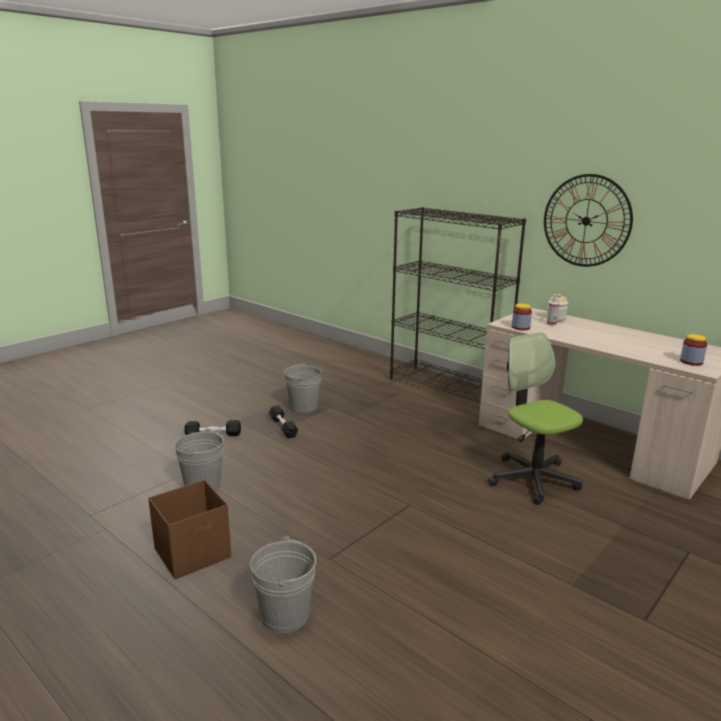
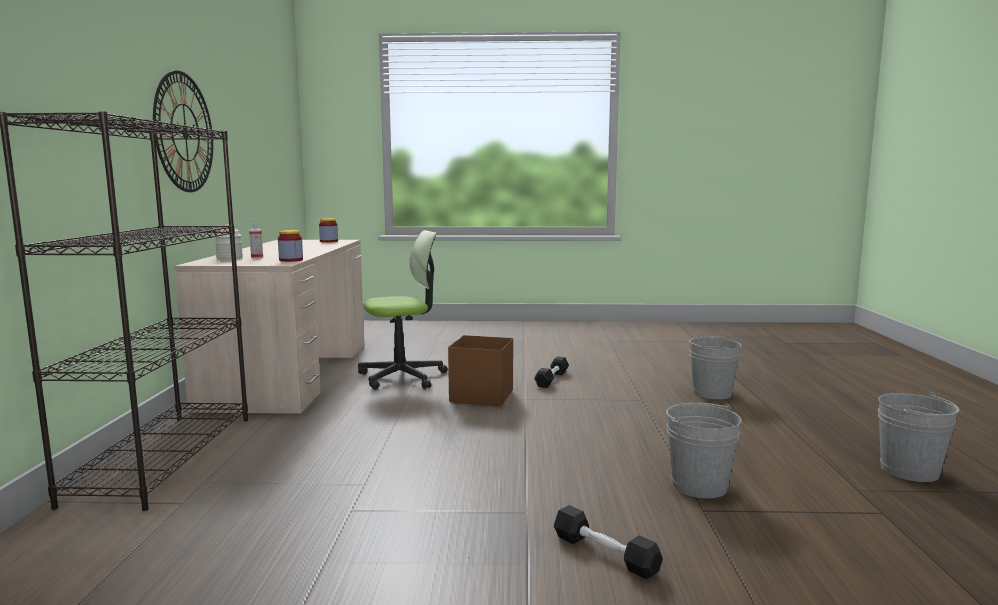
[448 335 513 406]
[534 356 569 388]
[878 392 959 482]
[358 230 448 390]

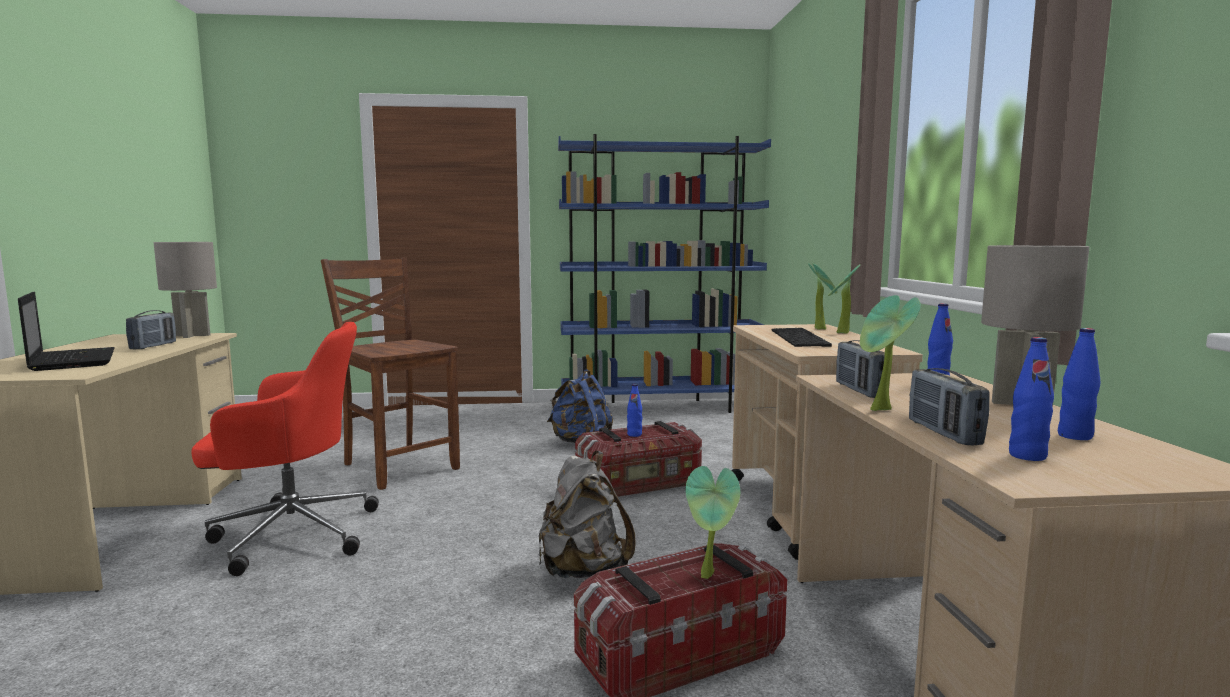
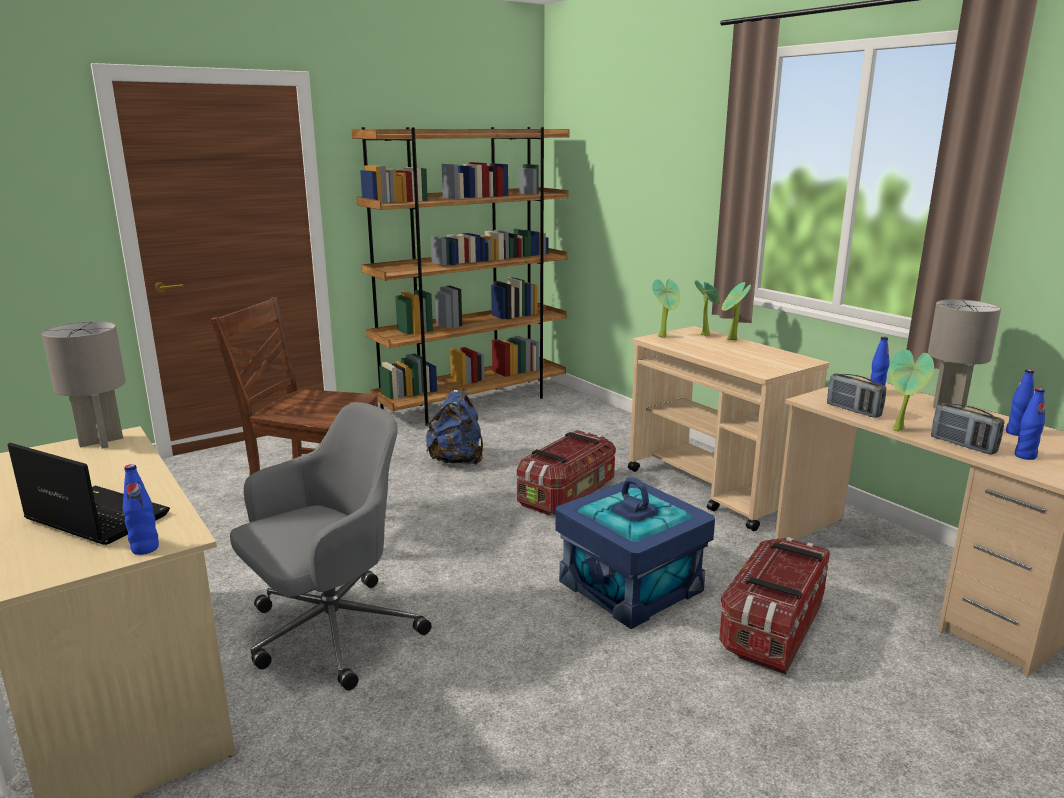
[126 310 176 349] (first image)
[230 402 432 691]
[555 477 715 629]
[352 127 570 426]
[123 464 159 555]
[652 279 680 338]
[771 328 832 347] (first image)

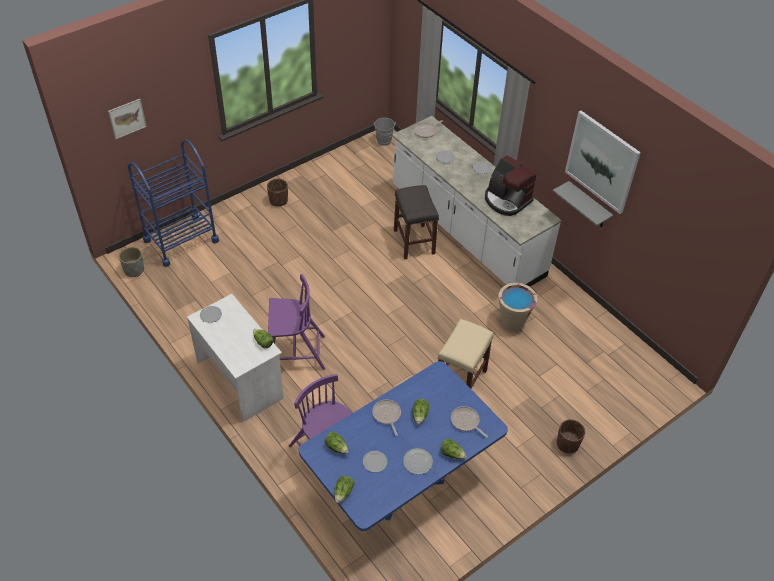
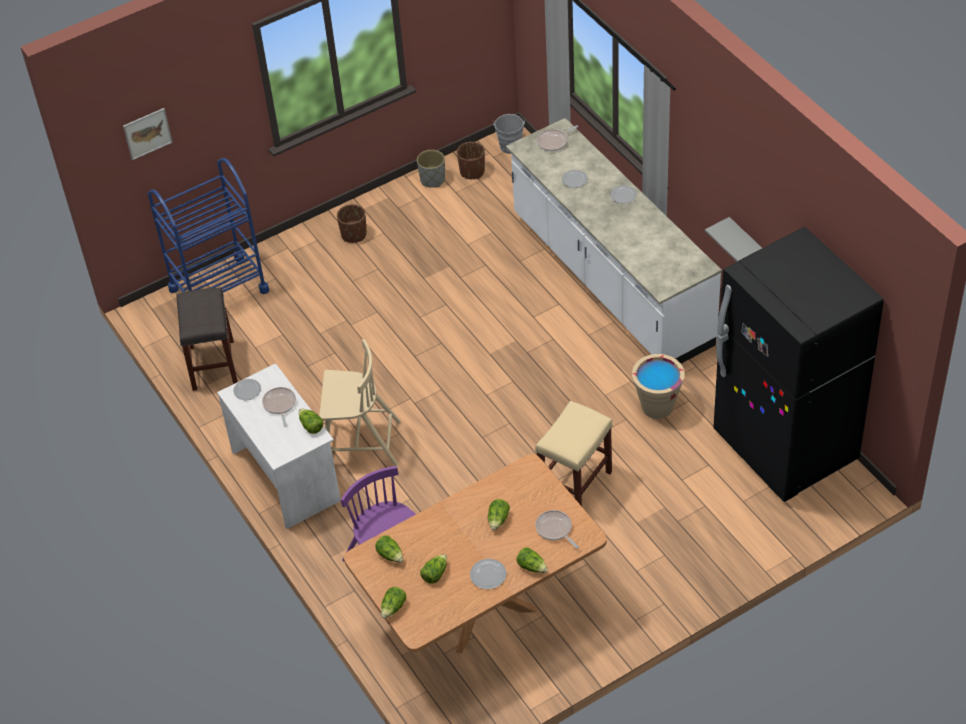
[417 150 445 188]
[319 339 401 466]
[344 454 607 653]
[420 554 447 584]
[262 387 296 426]
[176 287 238 391]
[485 155 536 216] (first image)
[457 142 485 179]
[565 111 641 214] (first image)
[713 227 884 502]

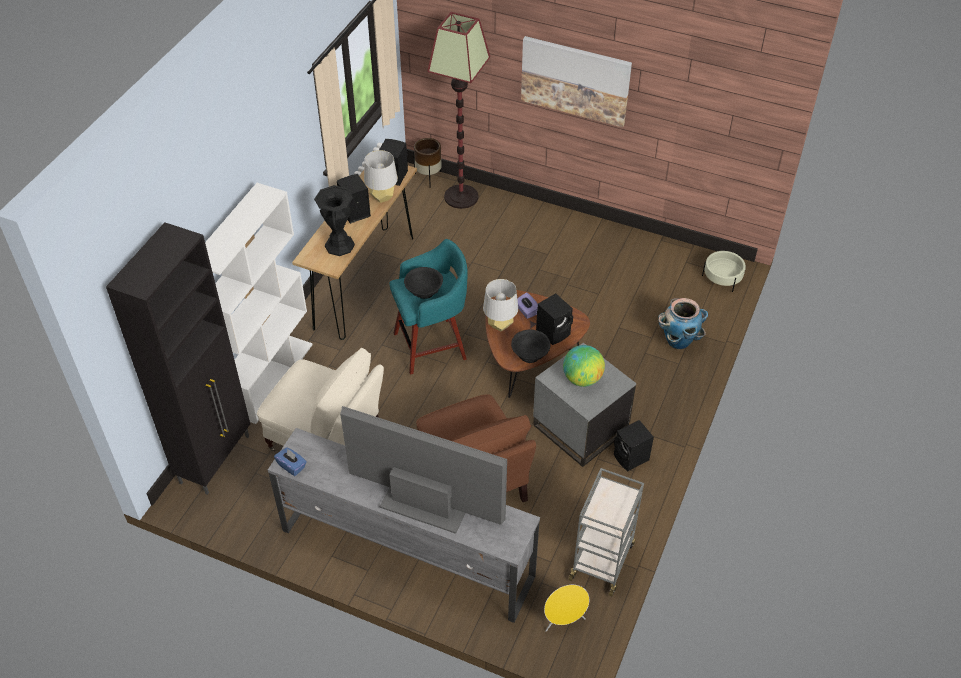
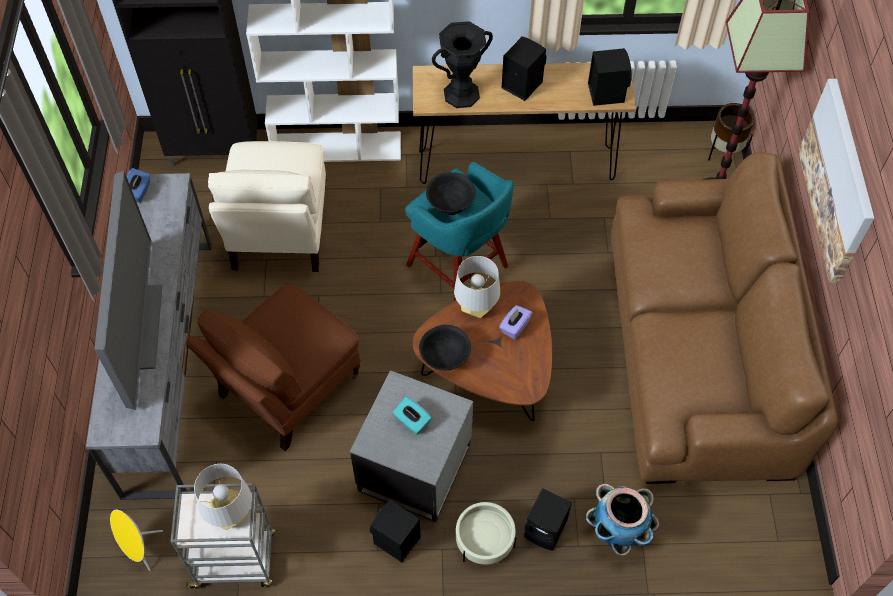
[194 464 252 530]
[524 488 572 551]
[393 396 432 435]
[456 501 517 565]
[611 152 838 484]

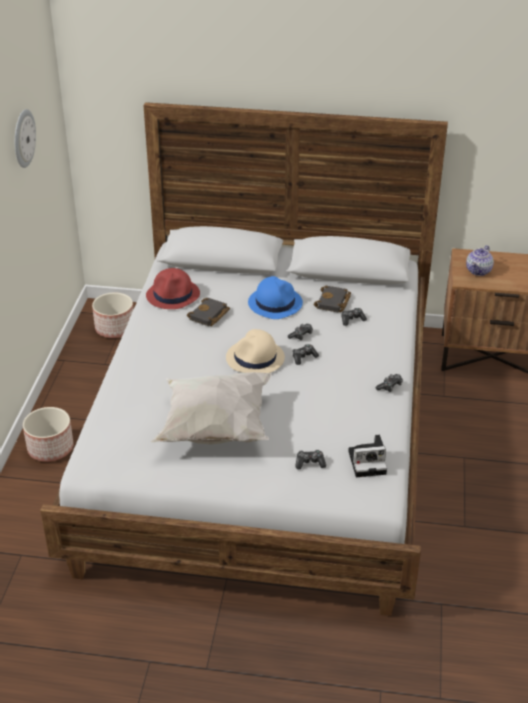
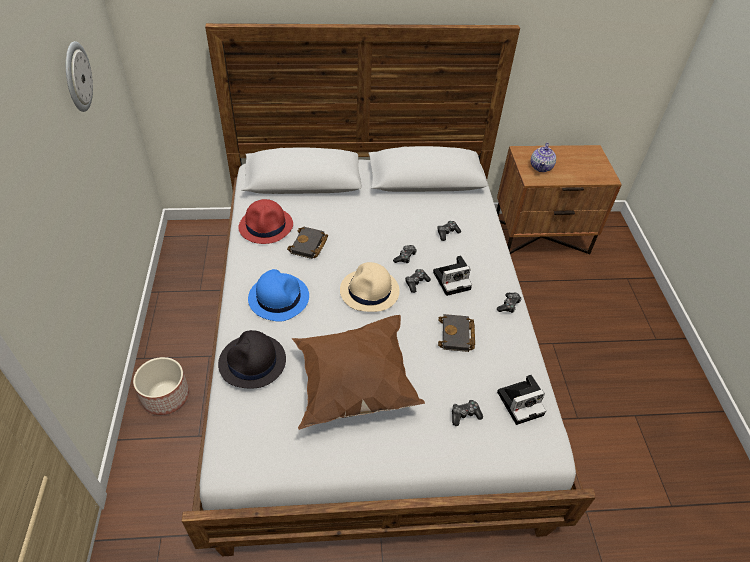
[92 292 133 338] (first image)
[292 315 425 430]
[248 269 309 322]
[438 314 475 352]
[218 330 286 388]
[433 255 472 296]

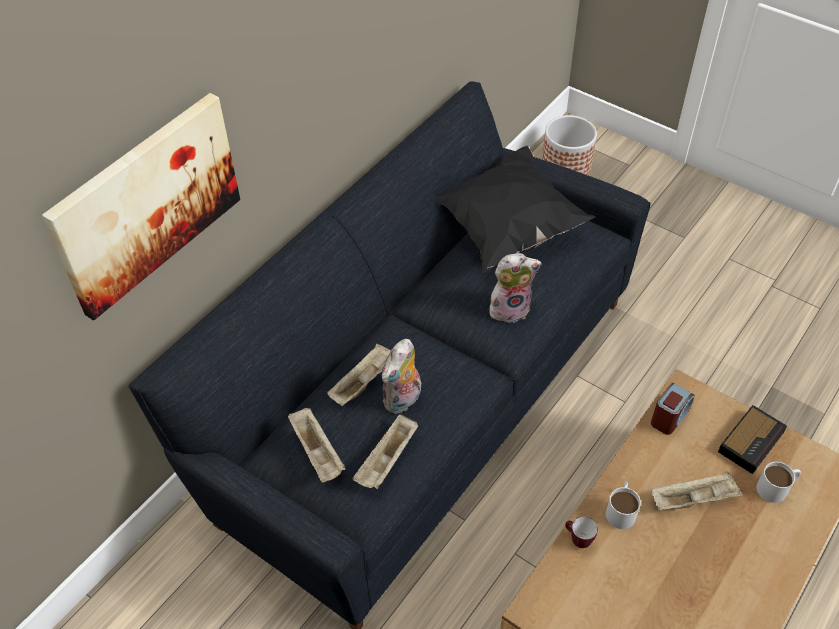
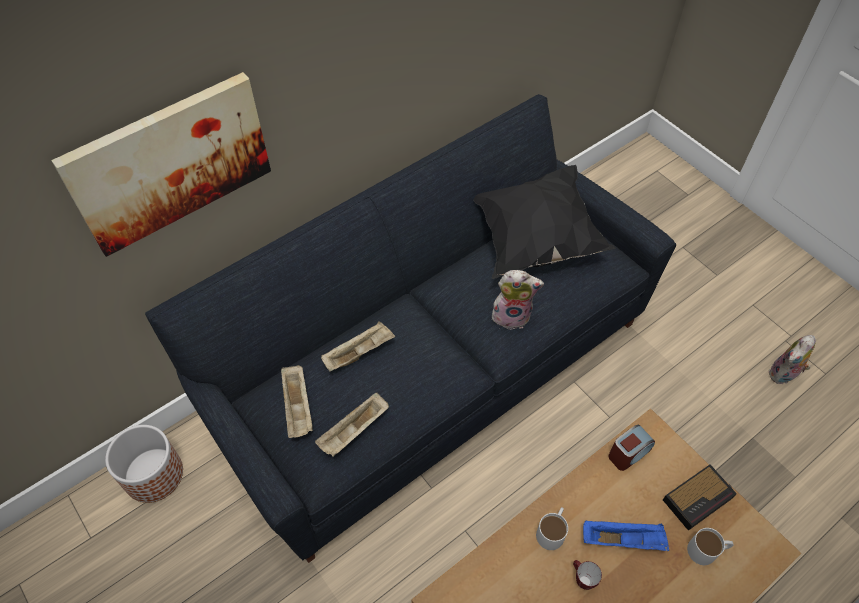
[768 335 816 384]
[105 425 183 503]
[573 560 602 590]
[583 520 669 551]

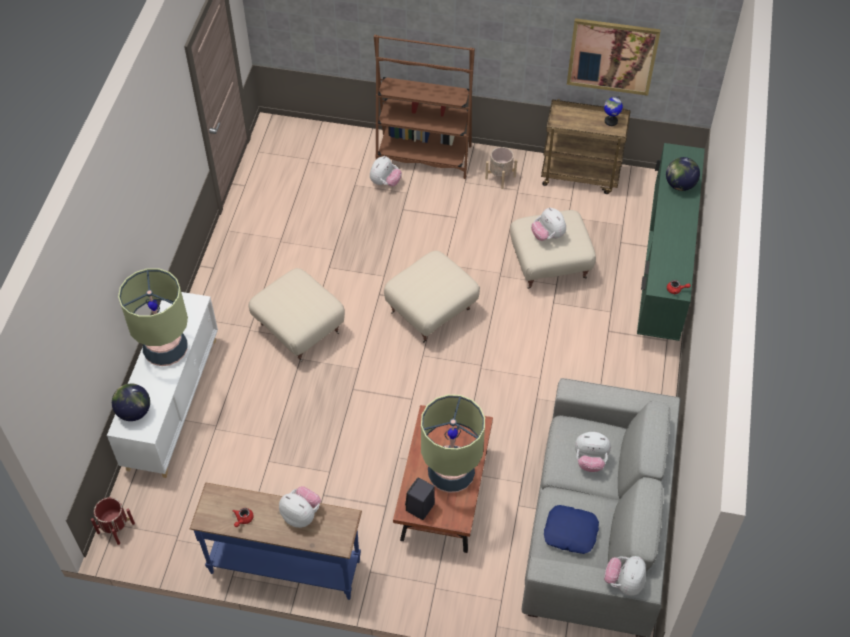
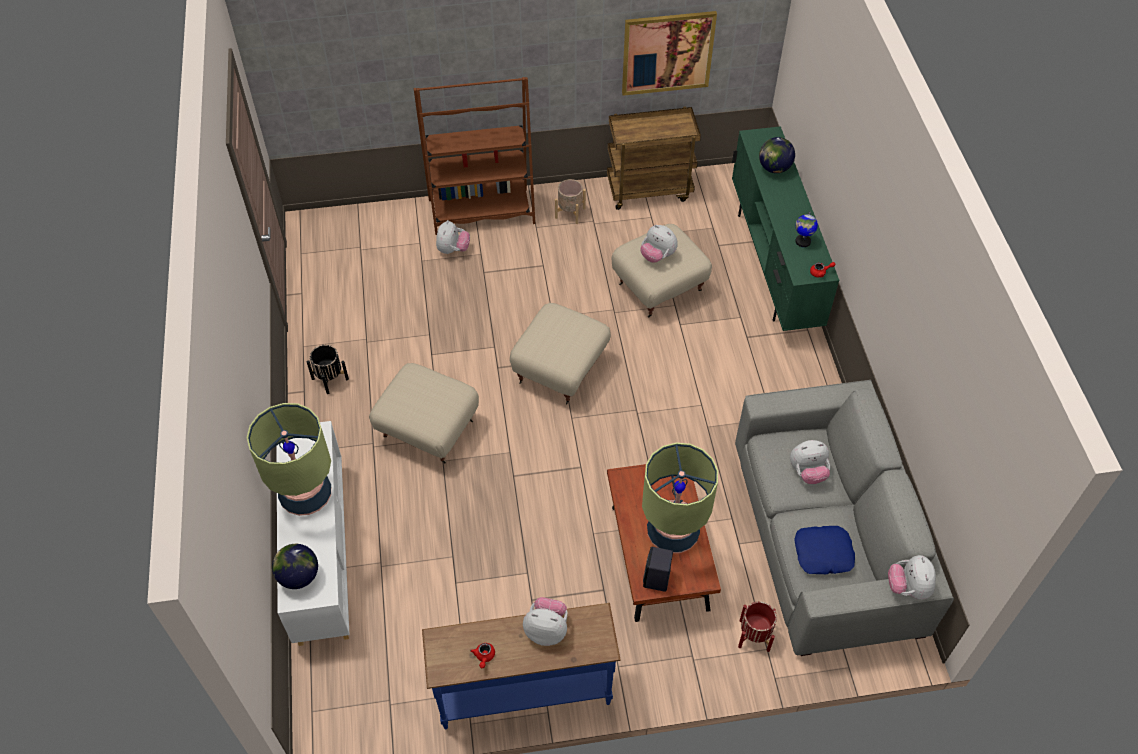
[738 601 777 652]
[795 211 818 247]
[307 345 349 394]

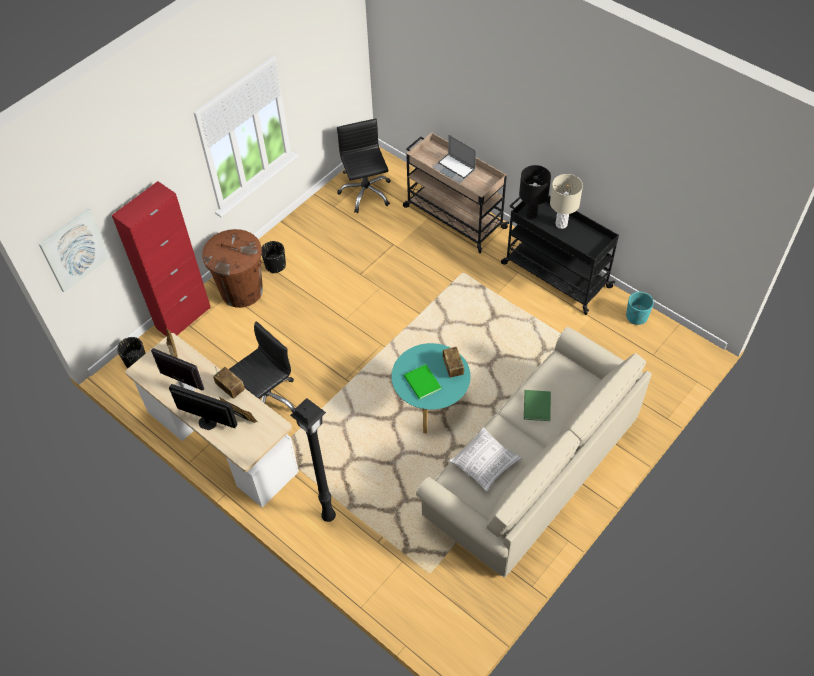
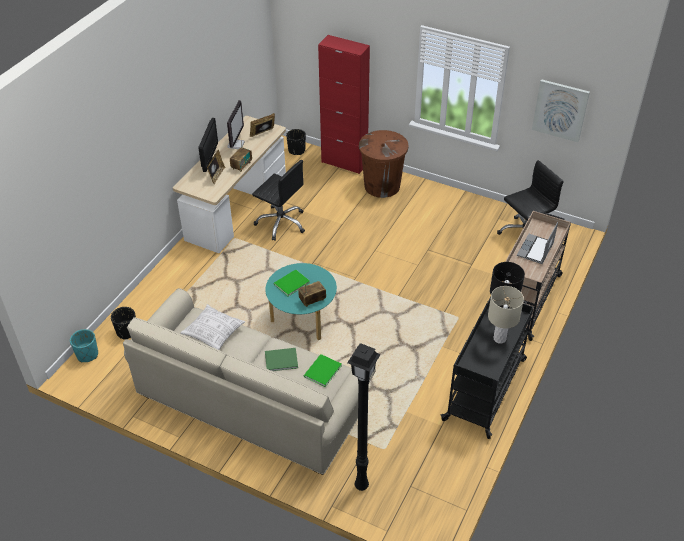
[532 79 590 142]
[111 307 136 340]
[347 343 381 491]
[70 329 98 362]
[304 354 342 387]

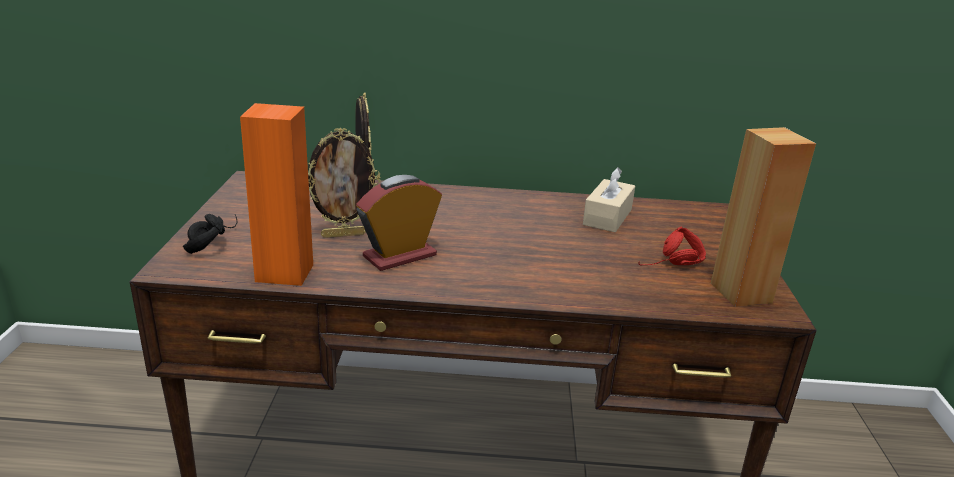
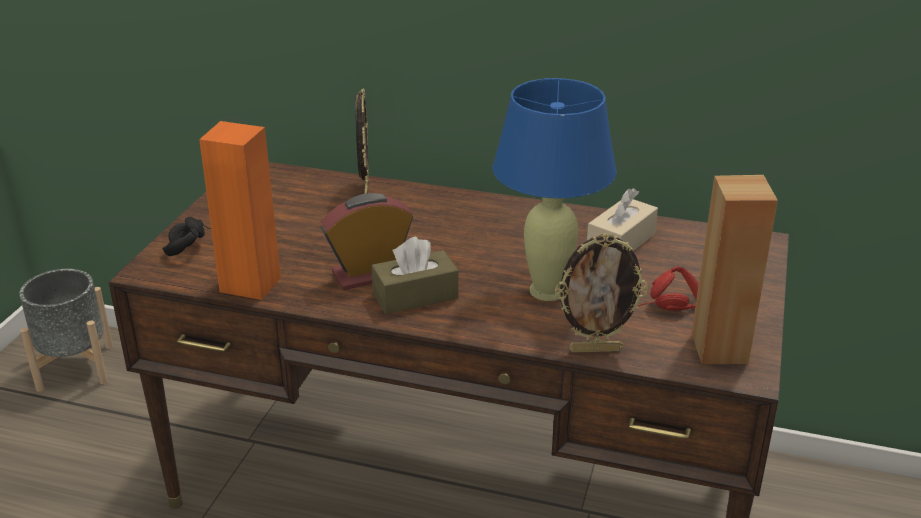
[555 233 648 353]
[19 269 113 392]
[371 237 459 314]
[492 78 617 301]

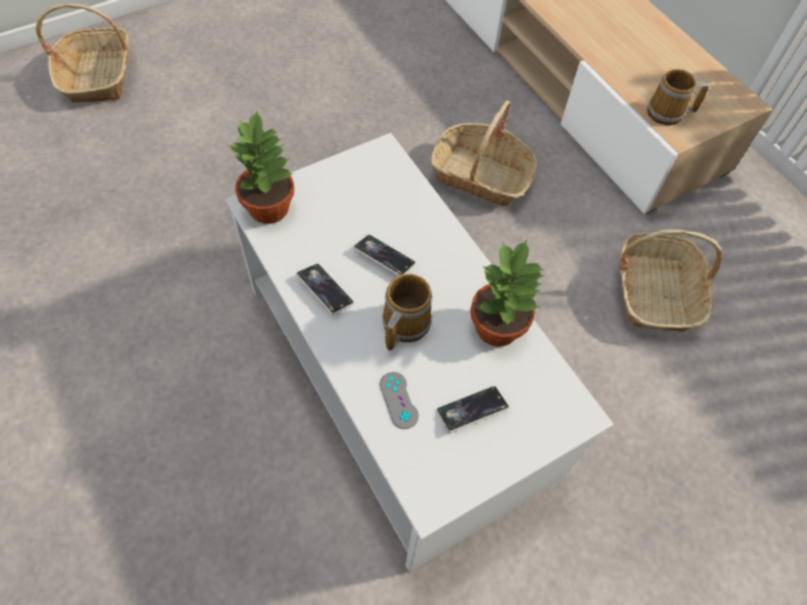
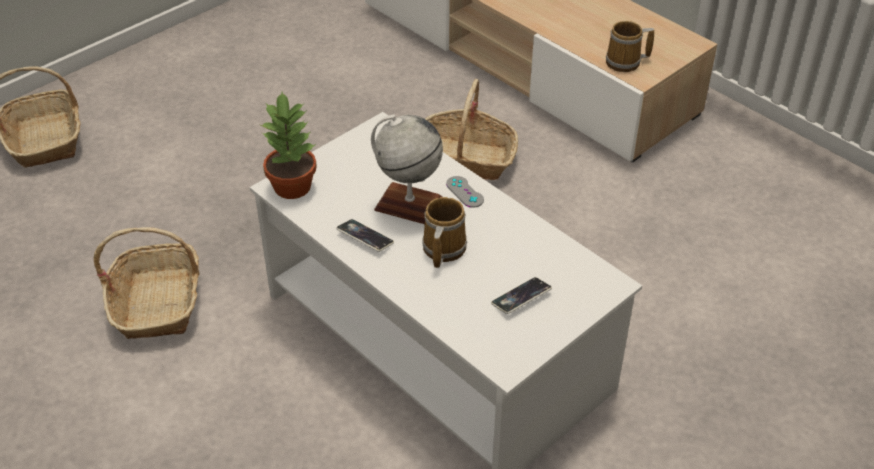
[371 115 443 224]
[446 176 484 208]
[470 240 544 347] (first image)
[94 227 199 339]

